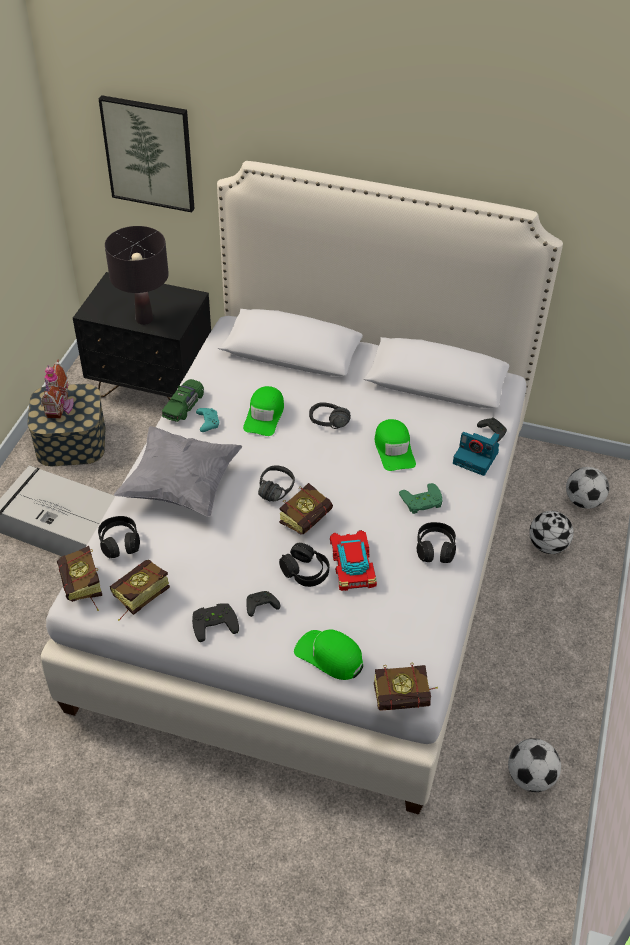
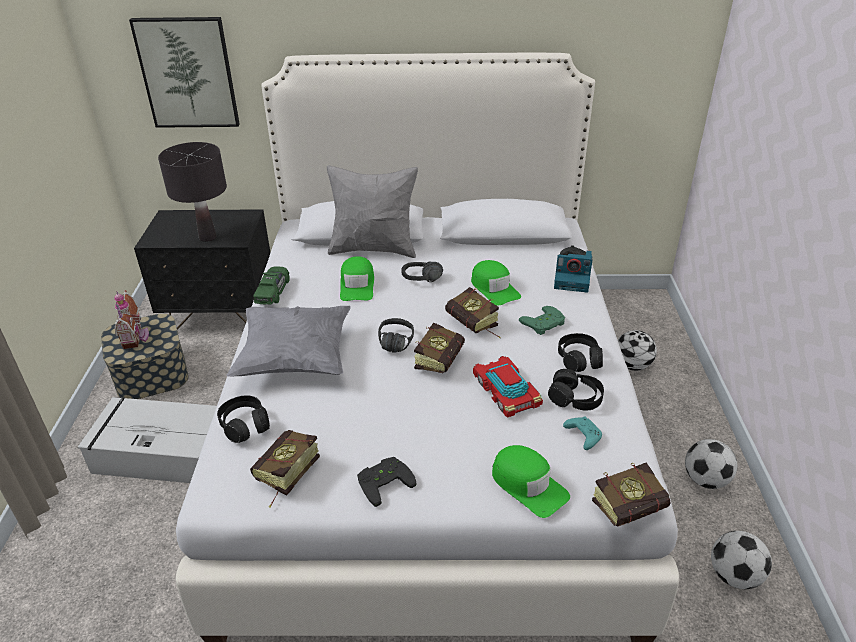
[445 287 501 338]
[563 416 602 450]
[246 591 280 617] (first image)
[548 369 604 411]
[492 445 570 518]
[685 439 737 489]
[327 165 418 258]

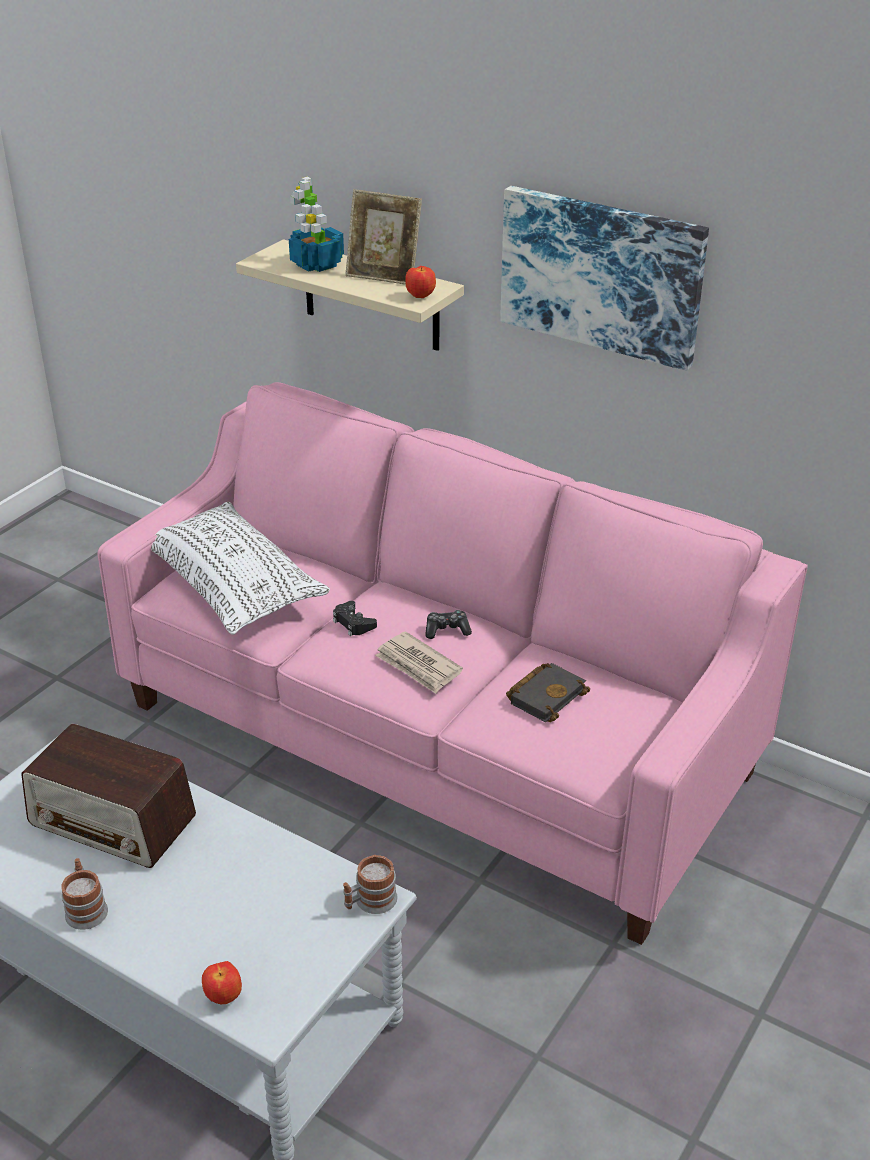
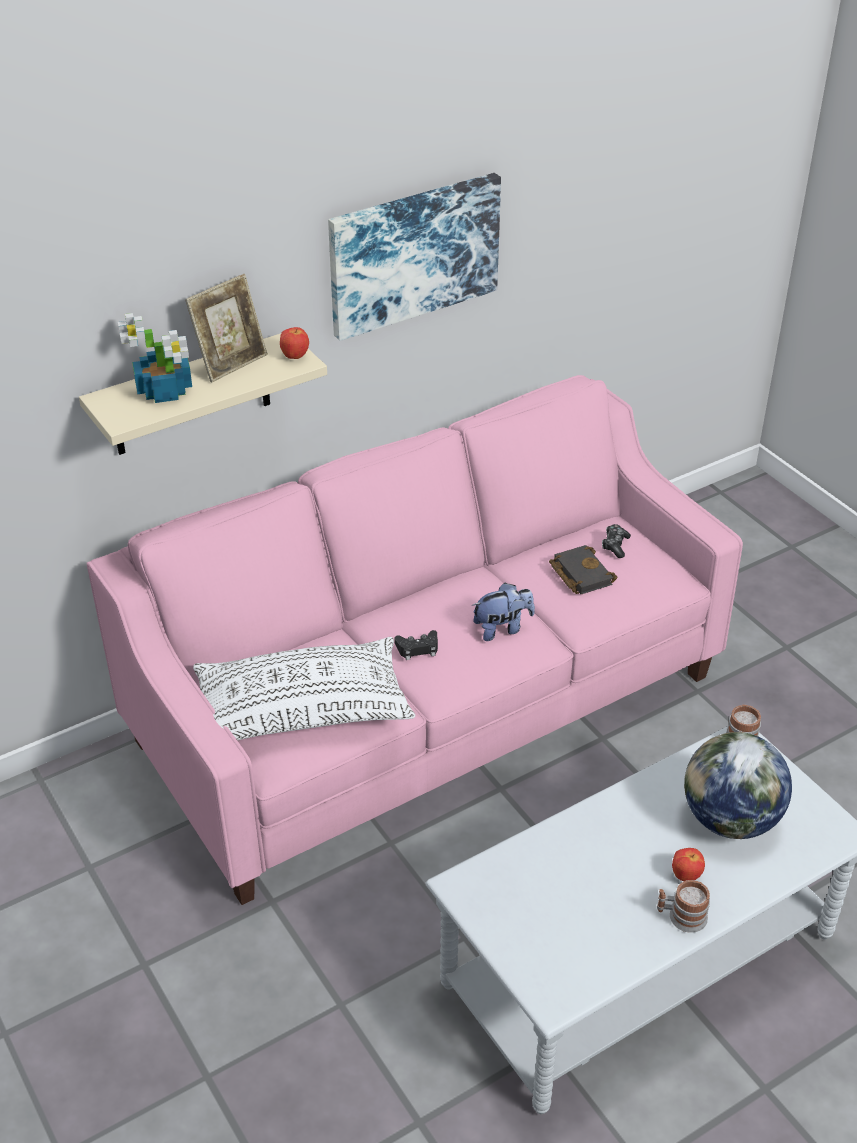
[22 724 196 868] (first image)
[672 848 705 881]
[472 583 535 641]
[602 524 631 558]
[684 732 792 839]

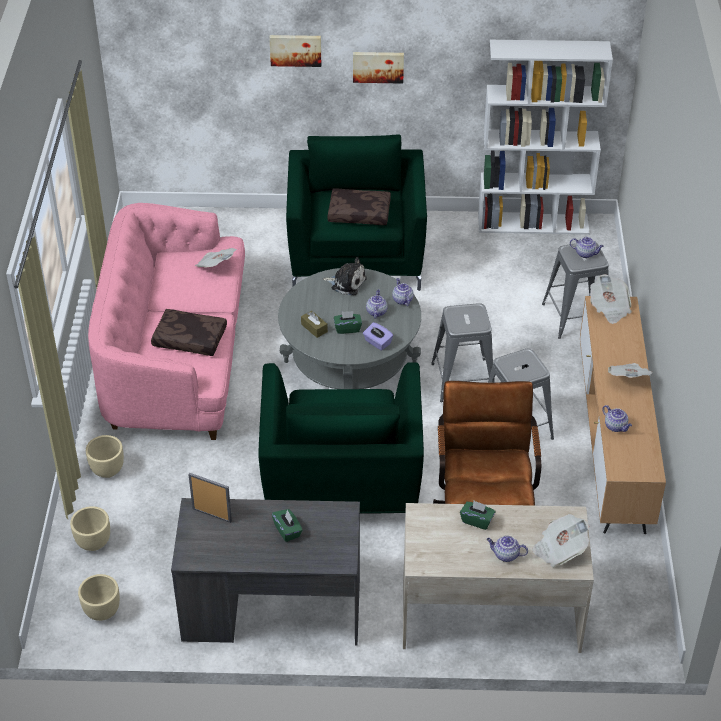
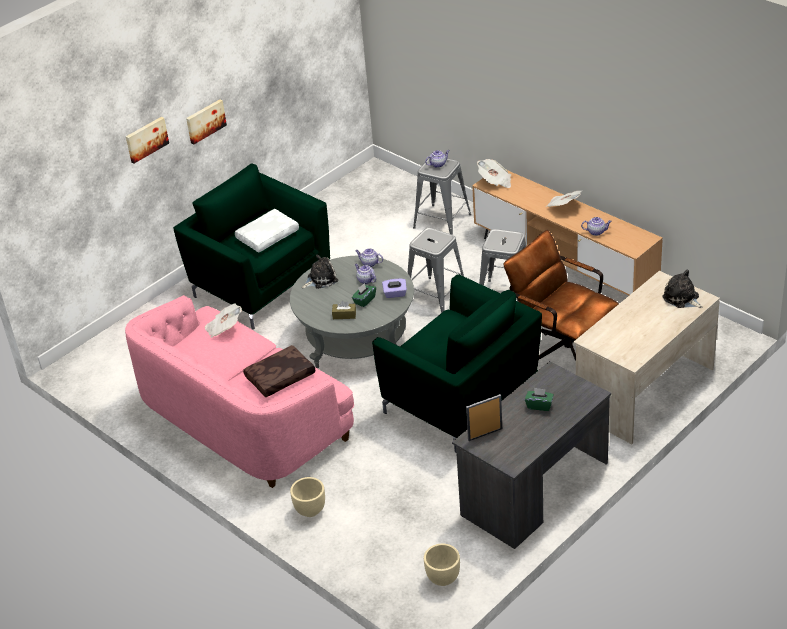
[70 506 110 551] (first image)
[235 209 299 252]
[460 500 495 530] (first image)
[478 40 613 235] (first image)
[486 535 528 562] (first image)
[662 270 703 308]

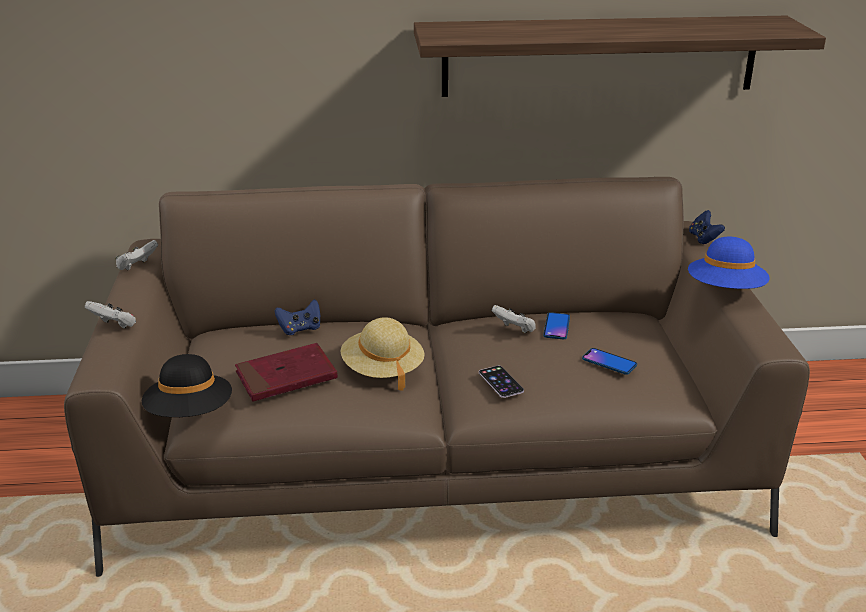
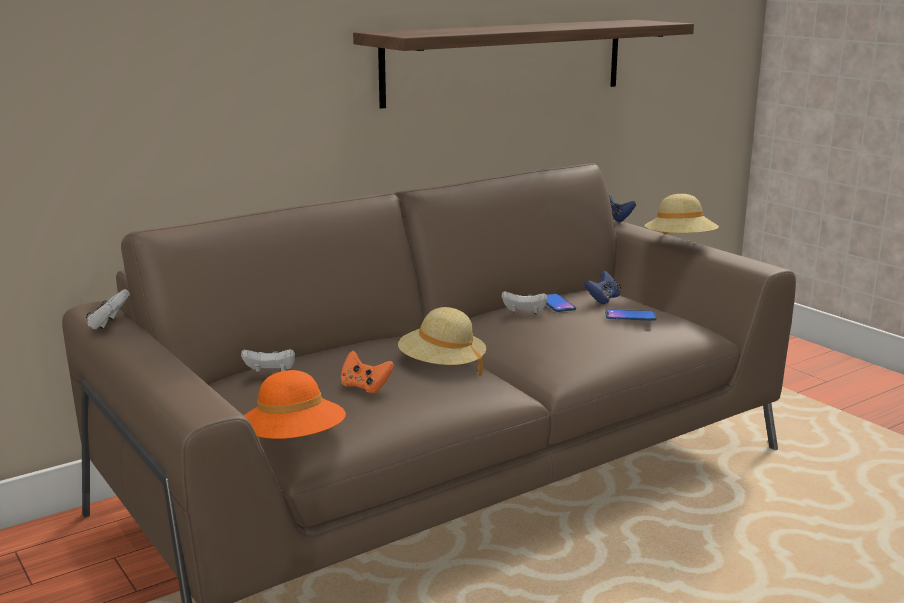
[241 349 295 372]
[244 370 346 439]
[341 351 394 394]
[584 271 621 304]
[479 365 524 398] (first image)
[644 194 719 235]

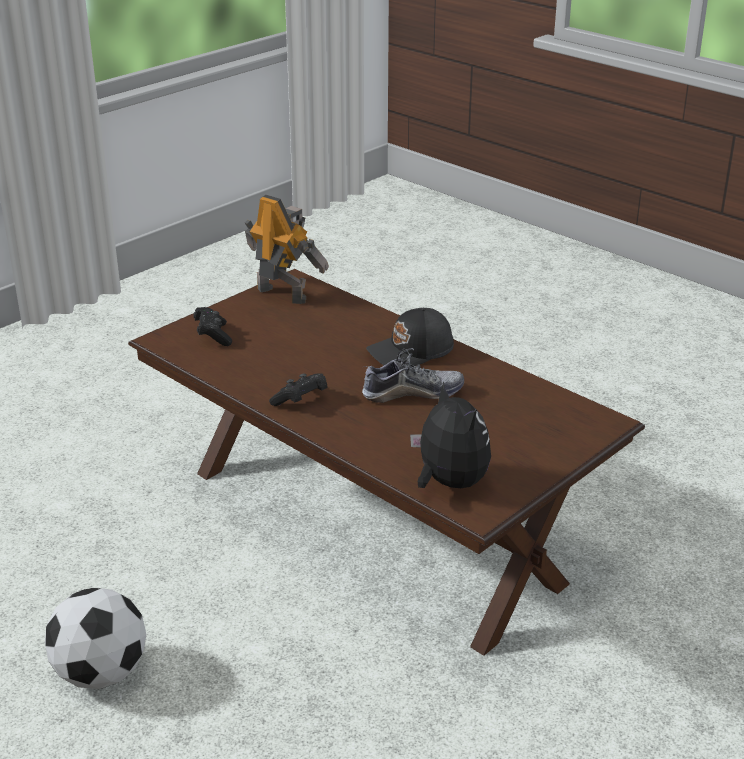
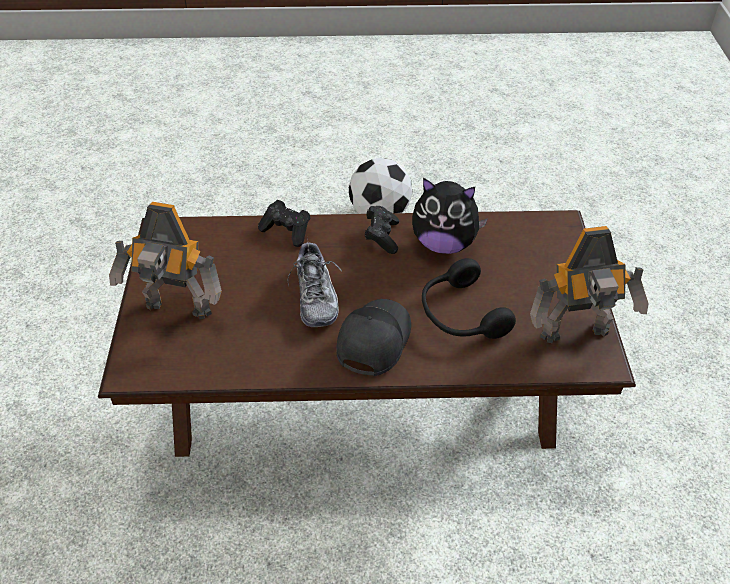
[258 200 311 247]
[287 238 342 327]
[412 178 488 254]
[109 202 222 319]
[422 258 516 339]

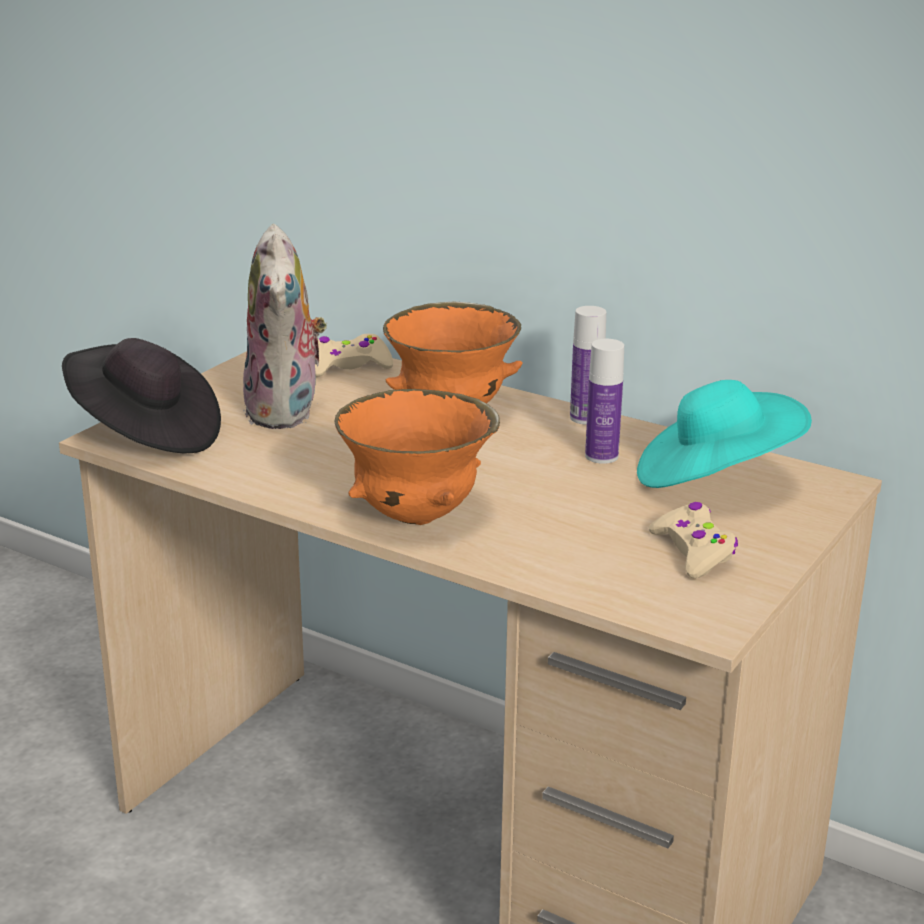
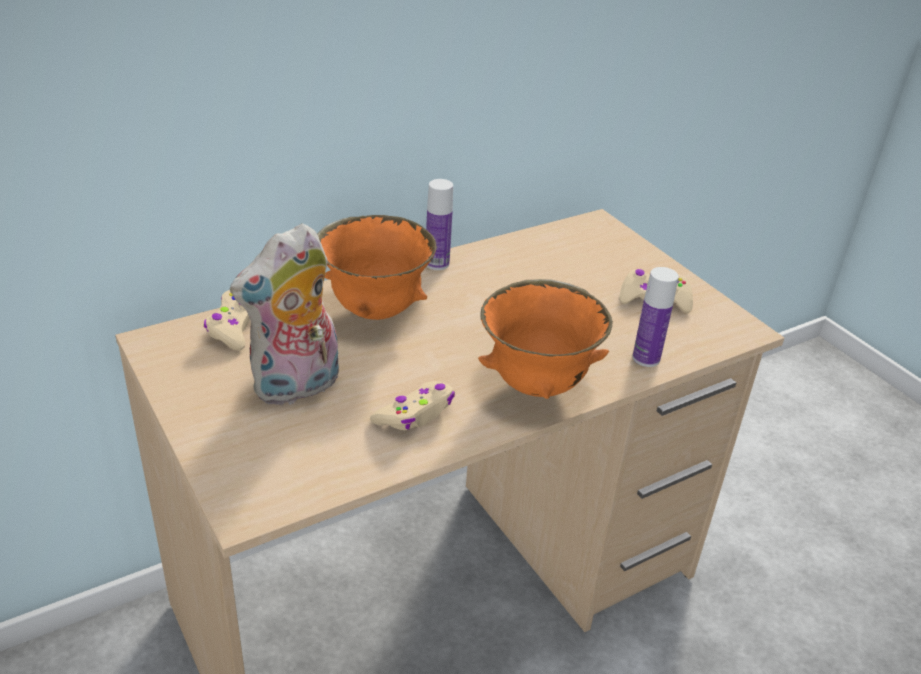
[62 338 221 454] (first image)
[230 223 339 407]
[633 267 679 367]
[637 380 812 488] (first image)
[370 381 455 430]

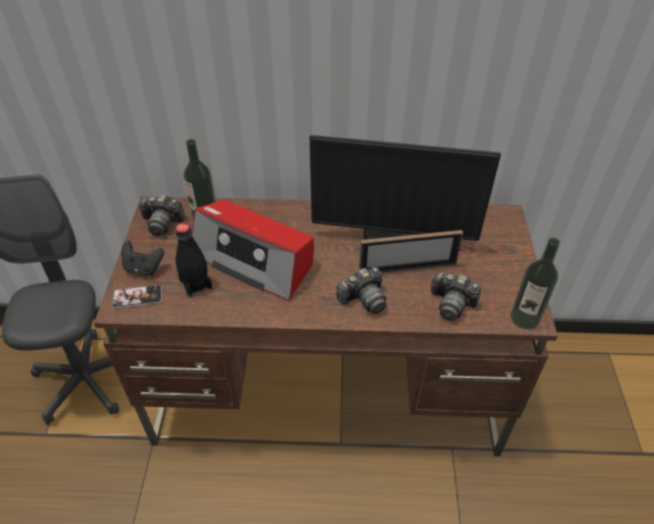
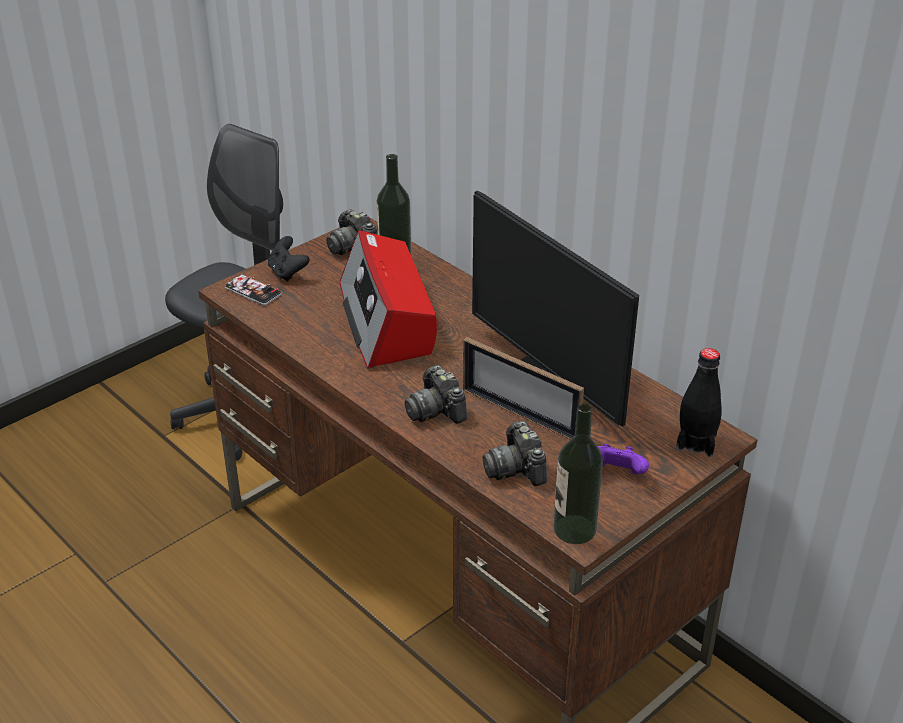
[676 348 722 457]
[405 365 467 424]
[598 444 649 474]

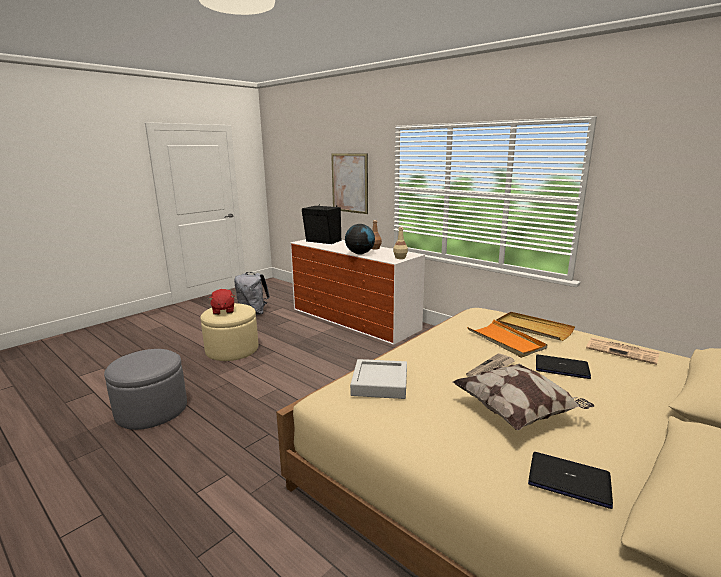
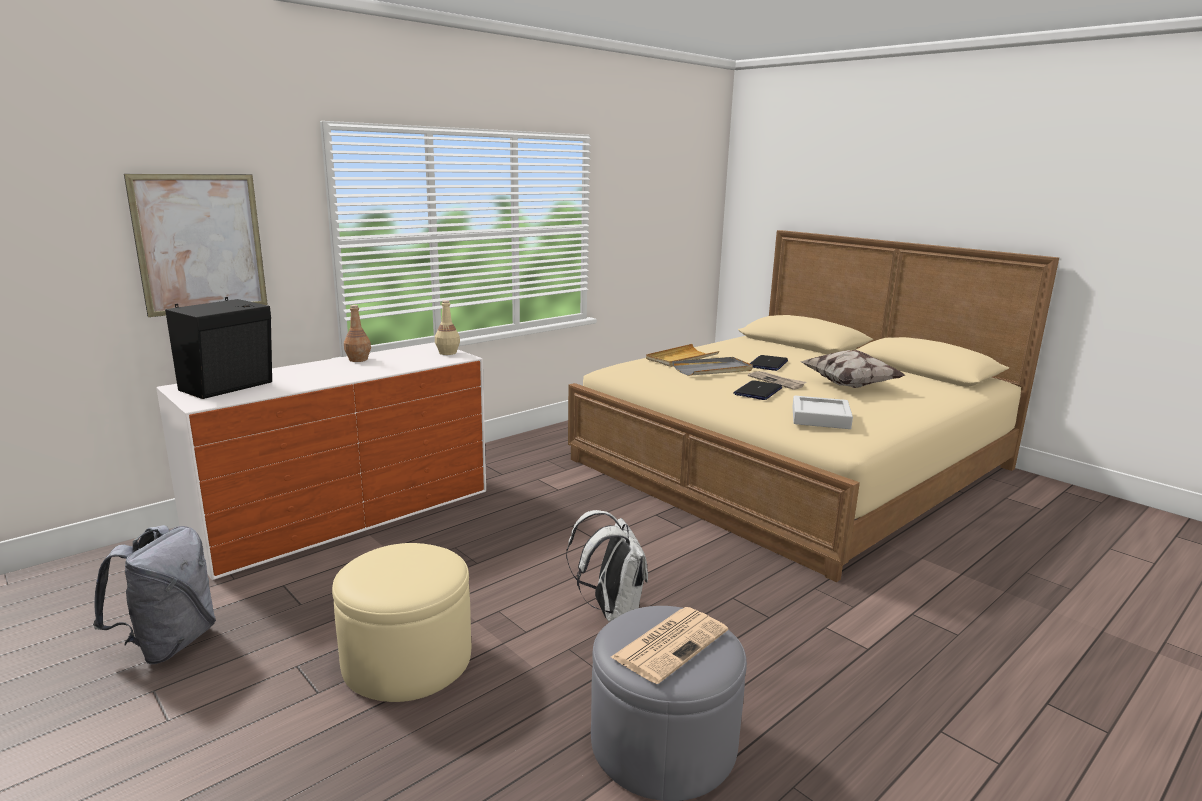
[208 289 234 315] (first image)
[345 224 375 255] (first image)
[672 357 753 376]
[733 380 782 400]
[611 607 728 684]
[566 510 648 621]

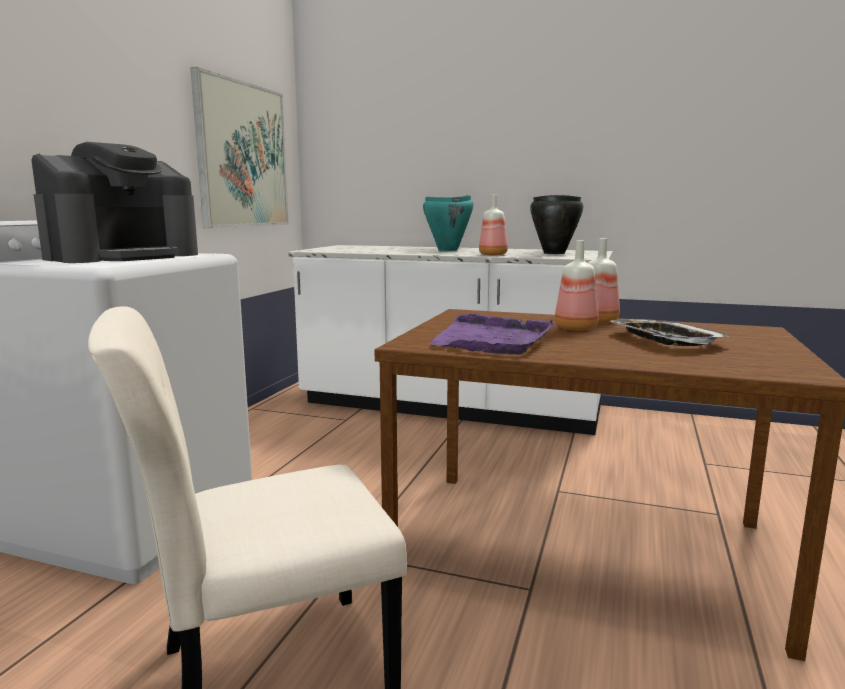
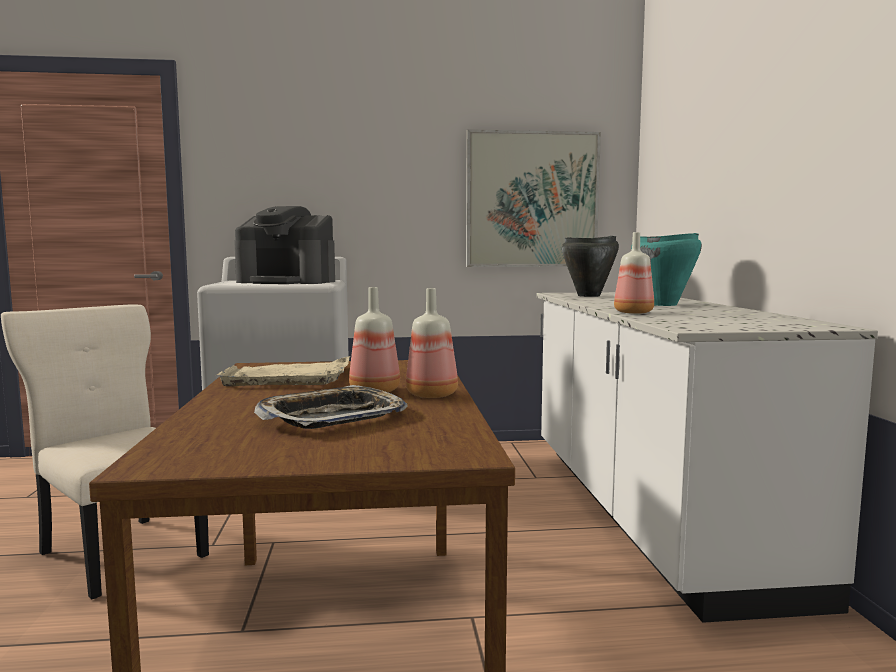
[216 356 350 386]
[562 236 619 297]

